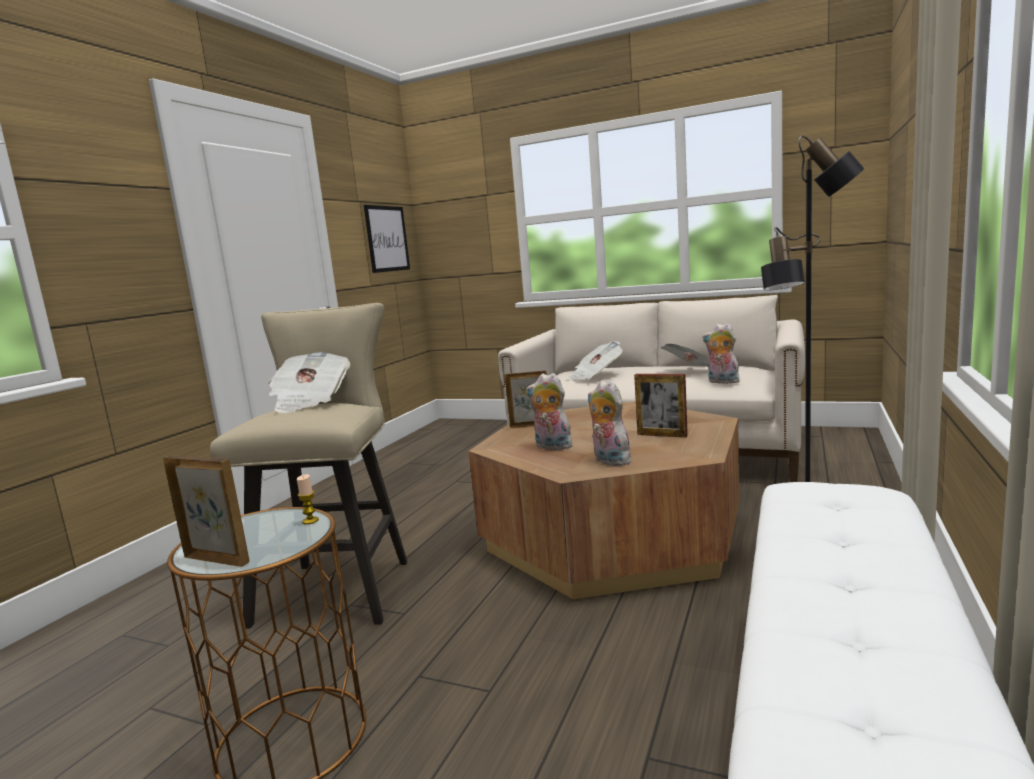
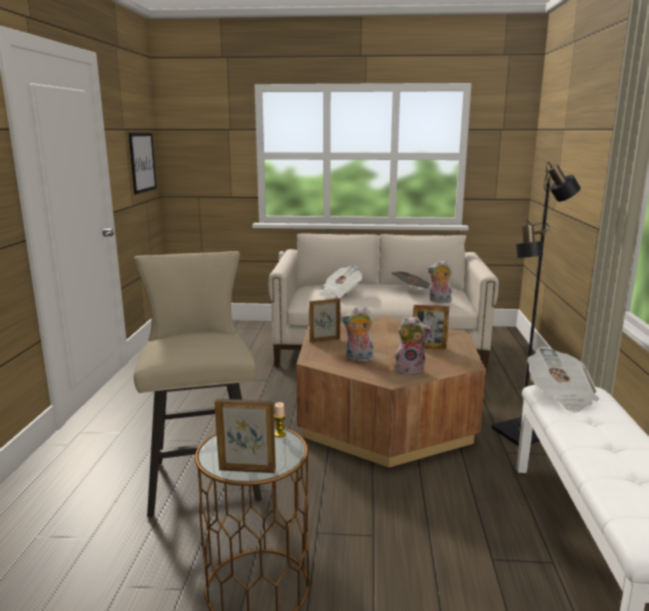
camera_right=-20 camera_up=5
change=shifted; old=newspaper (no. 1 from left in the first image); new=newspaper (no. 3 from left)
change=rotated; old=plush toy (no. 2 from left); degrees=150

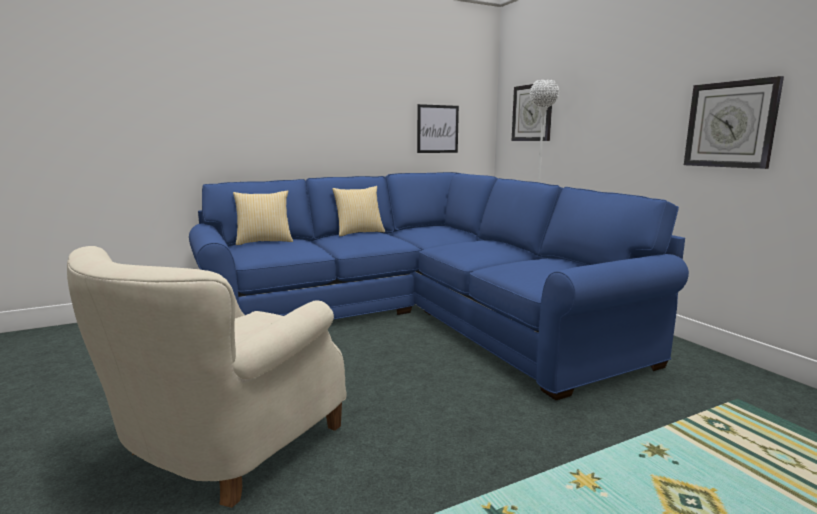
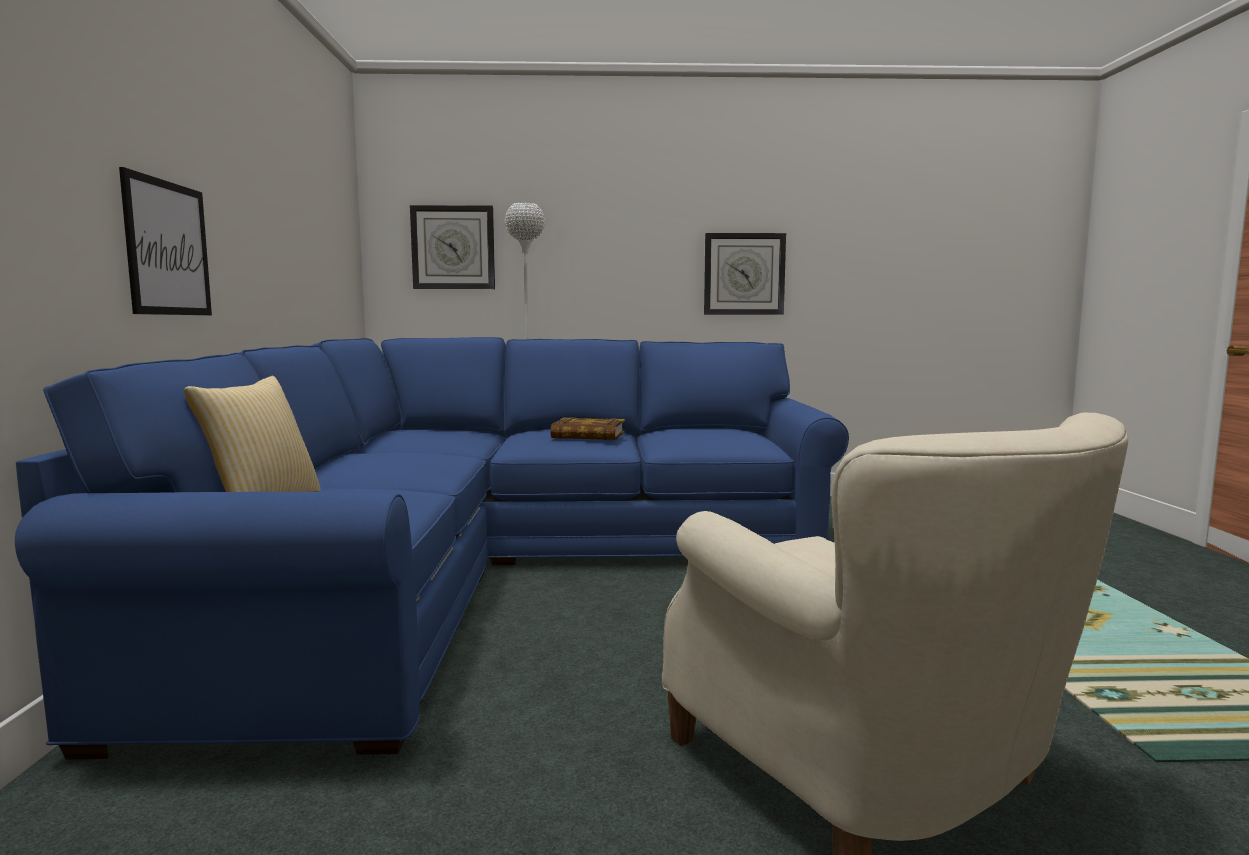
camera_right=-65 camera_up=-5
change=gone; old=pillow (no. 2 from left)
change=new; new=book
change=shifted; old=picture

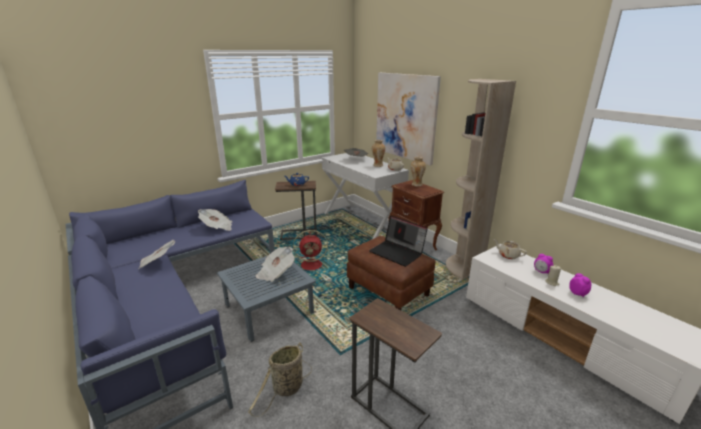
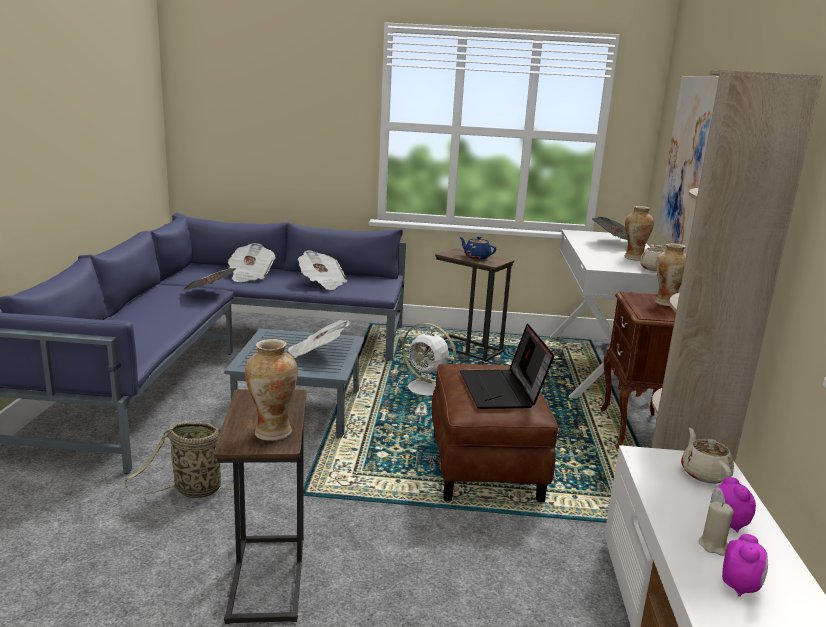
camera_right=40 camera_up=-5
change=new; new=newspaper (no. 2 from left)
change=new; new=vase (no. 1 from left)
change=repainted; old=red fan; new=white fan

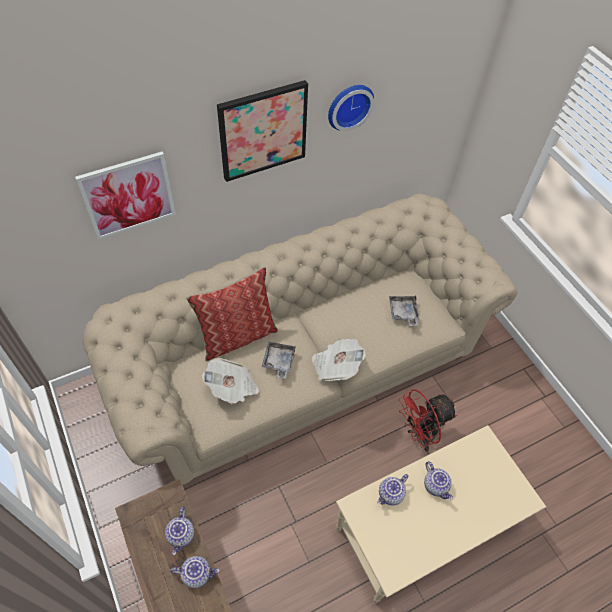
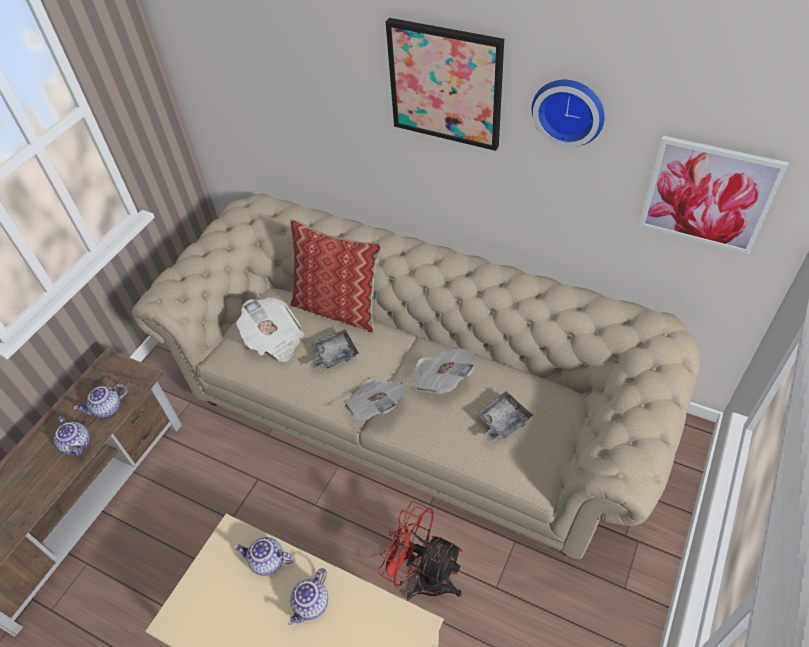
camera_right=60 camera_up=-5
change=new; new=newspaper (no. 3 from left)
change=shifted; old=picture (no. 1 from left in the first image); new=picture (no. 2 from left)

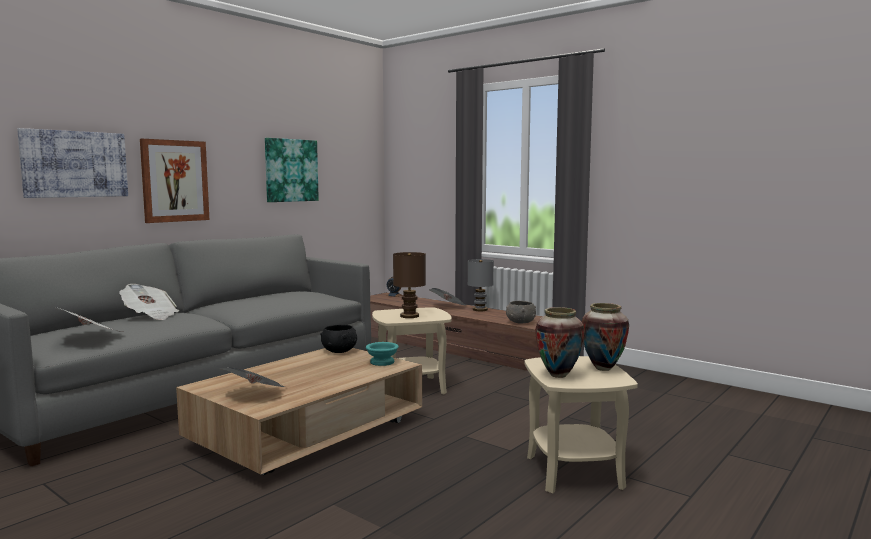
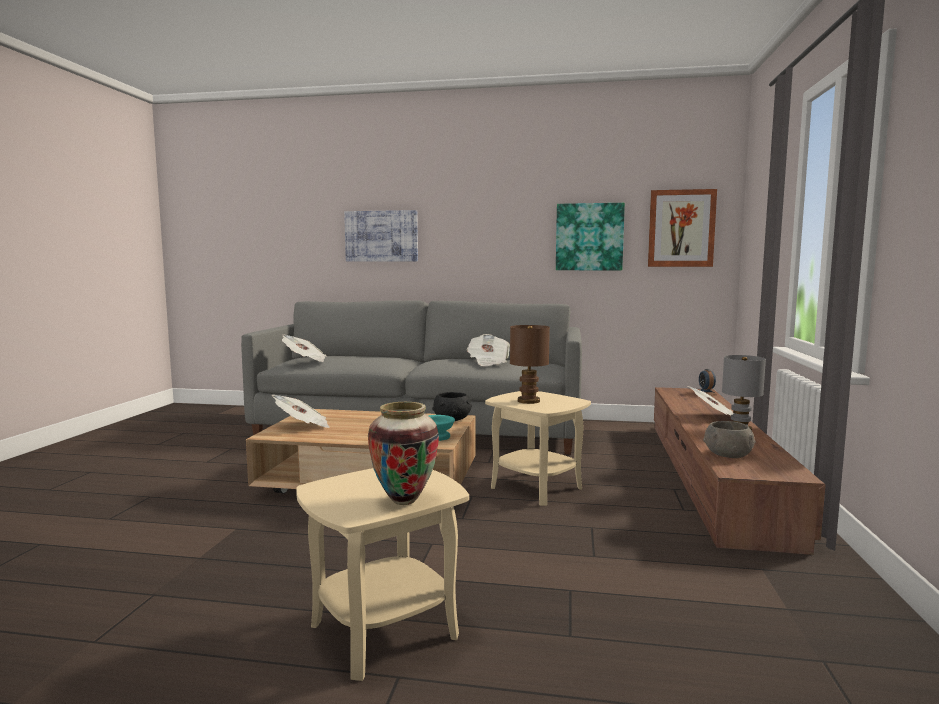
camera_right=60 camera_up=0
change=gone; old=vase (no. 1 from left)
change=shifted; old=newspaper (no. 2 from left in the first image); new=newspaper (no. 3 from left)
change=shifted; old=picture (no. 2 from left in the first image); new=picture (no. 3 from left)

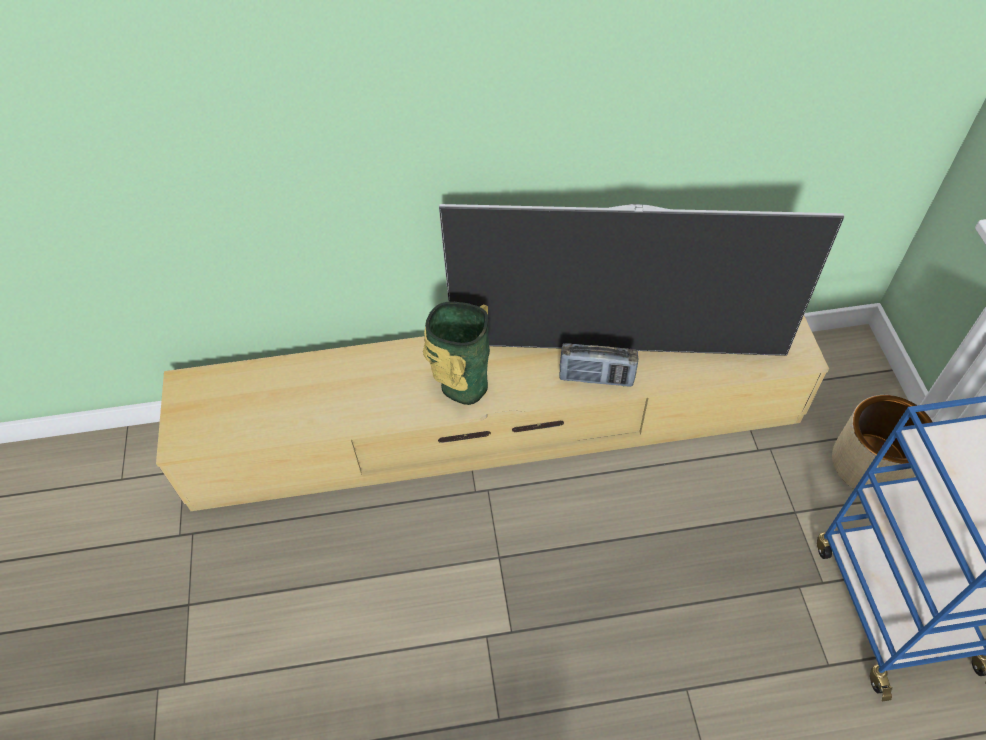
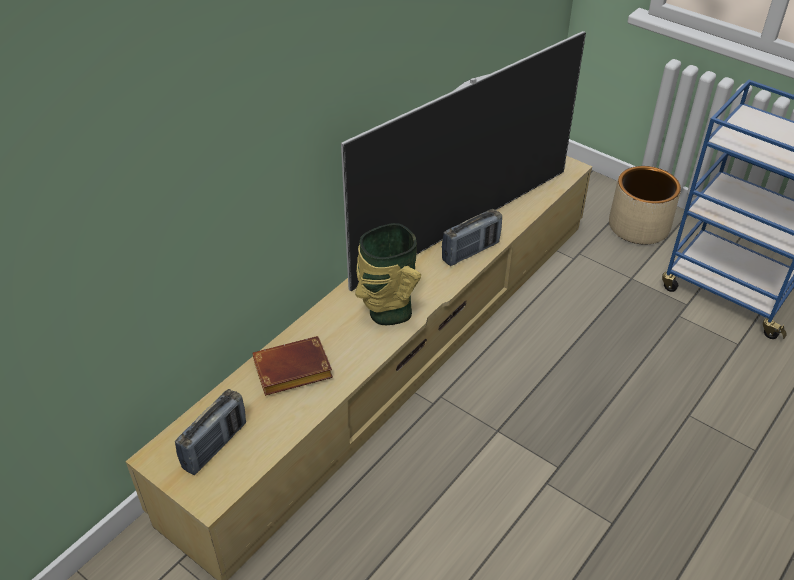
camera_right=-45 camera_up=-10
change=new; new=radio (no. 1 from left)
change=new; new=brown book

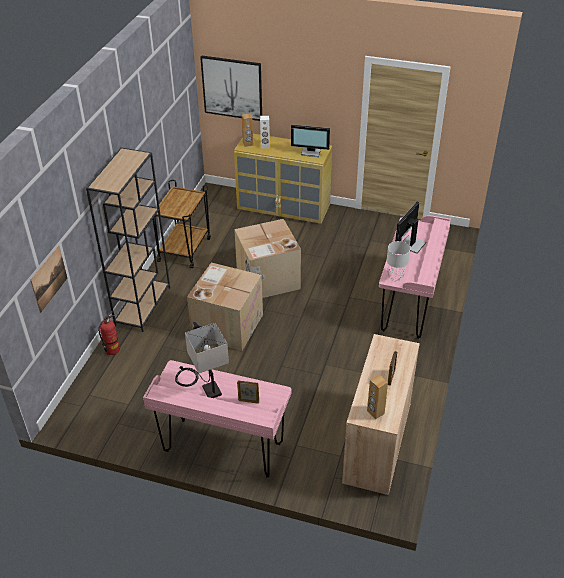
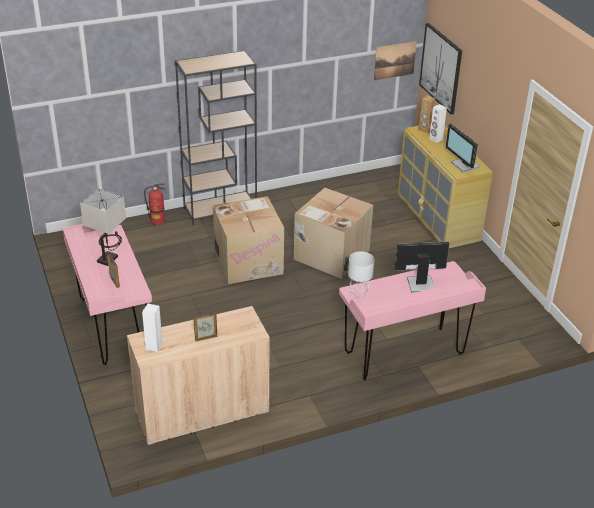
camera_right=50 camera_up=-5
change=gone; old=brown cart
change=shifted; old=picture (no. 1 from left)
change=repainted; old=brown speaker (no. 2 from left); new=white speaker (no. 1 from left)

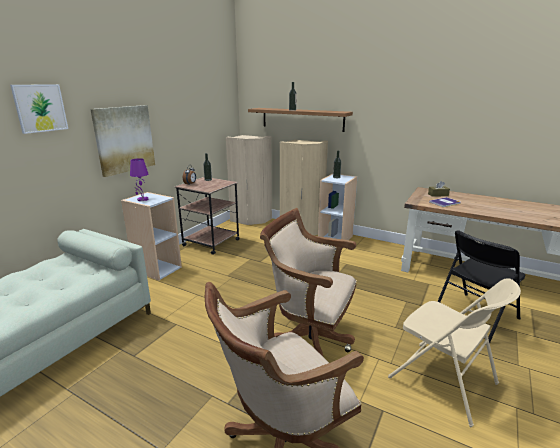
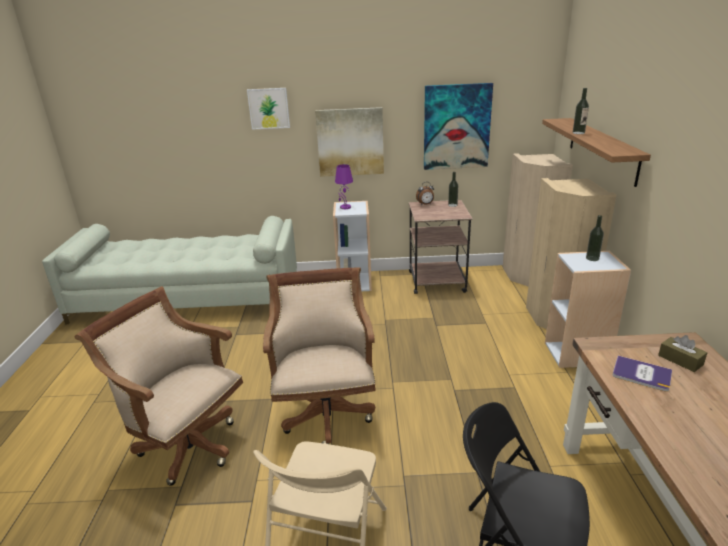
camera_right=60 camera_up=5
change=new; new=picture (no. 3 from left)

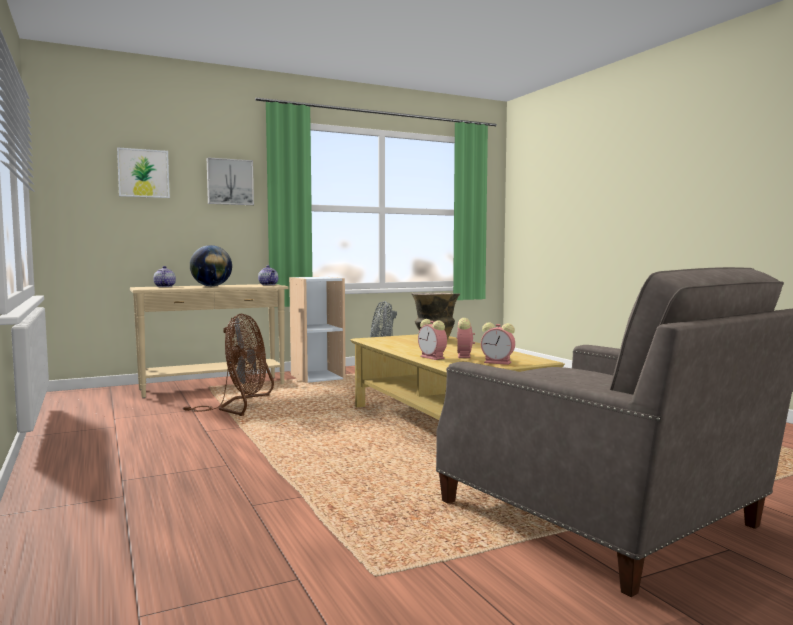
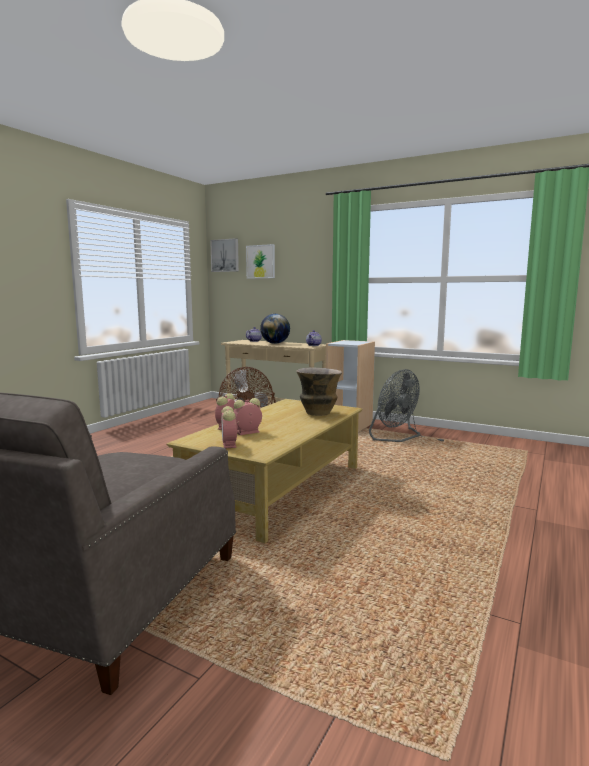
camera_right=55 camera_up=5
change=shifted; old=picture (no. 2 from left in the first image); new=picture (no. 1 from left)

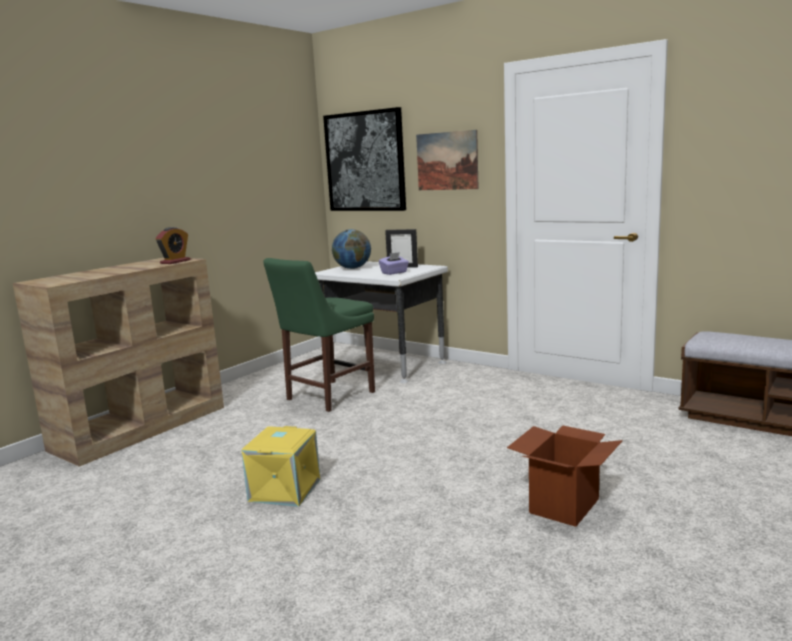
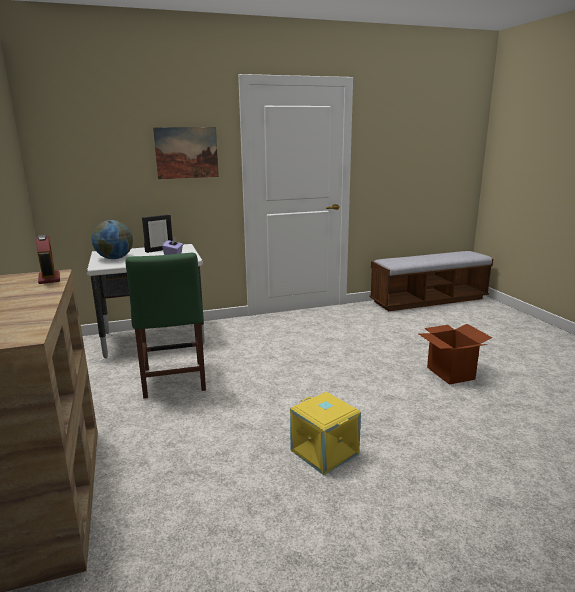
camera_right=-55 camera_up=5
change=gone; old=picture (no. 1 from left)

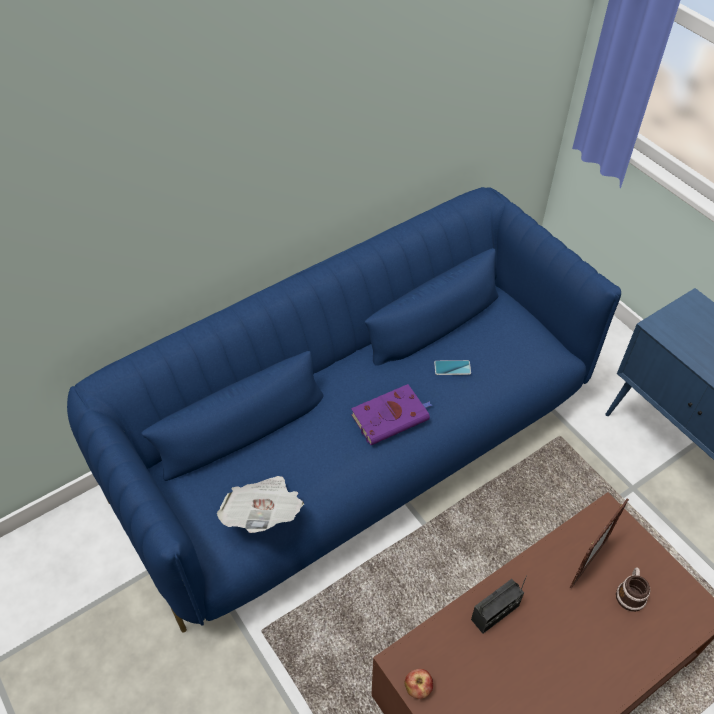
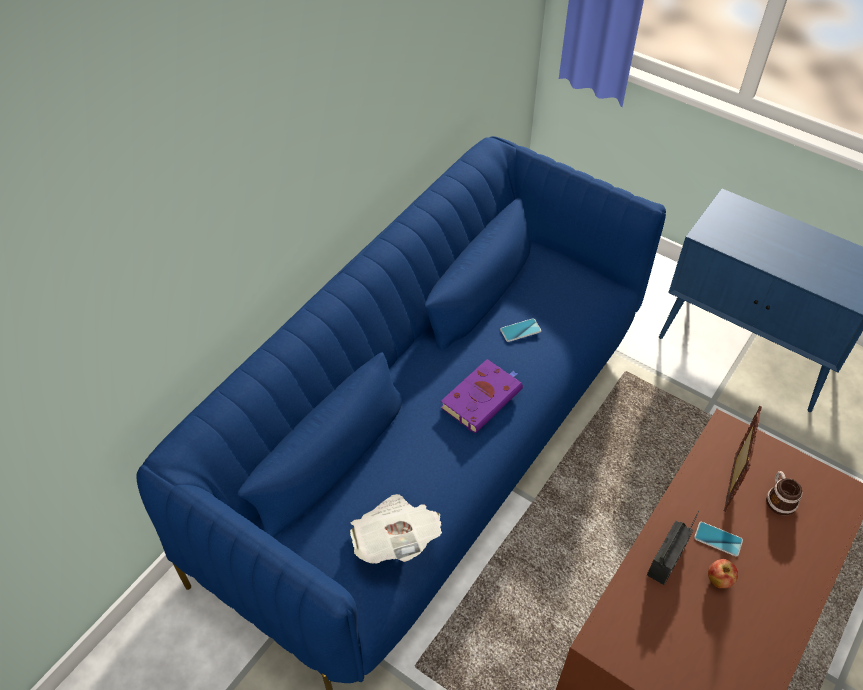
camera_right=-20 camera_up=0
change=new; new=phone (no. 2 from left)
change=shifted; old=apple

